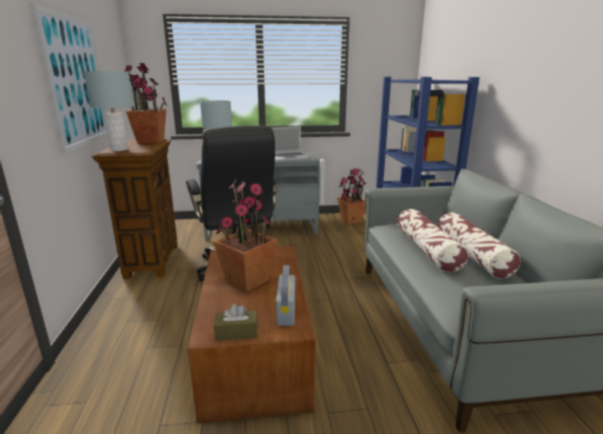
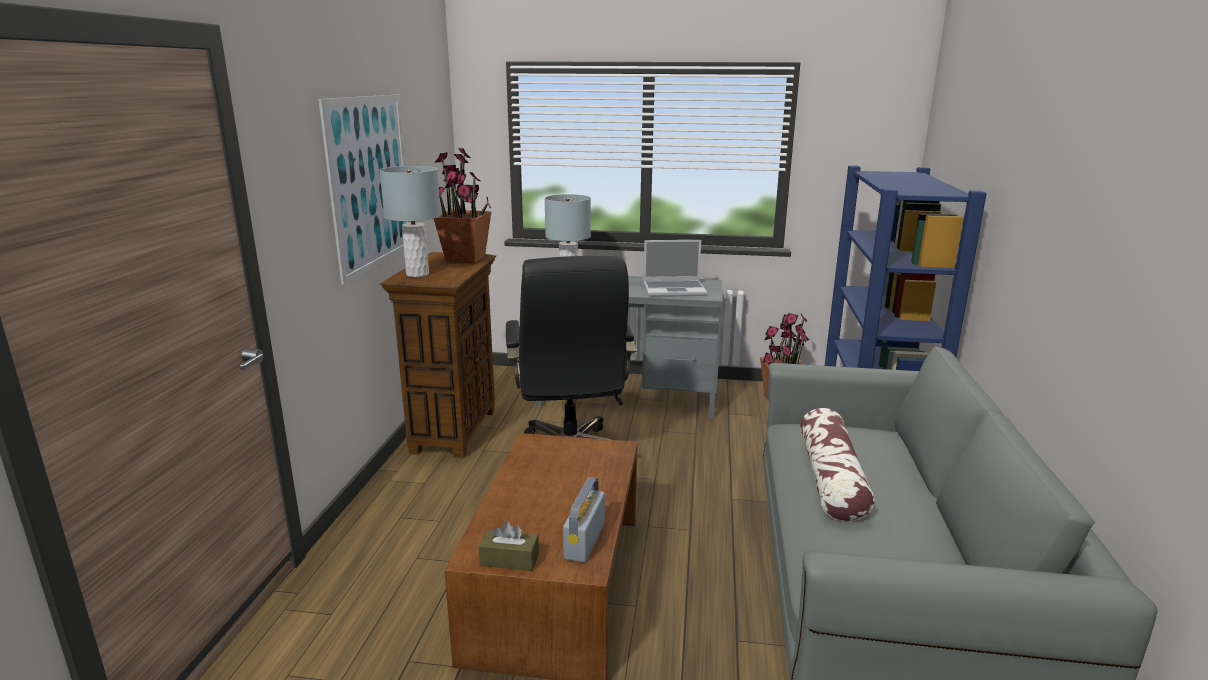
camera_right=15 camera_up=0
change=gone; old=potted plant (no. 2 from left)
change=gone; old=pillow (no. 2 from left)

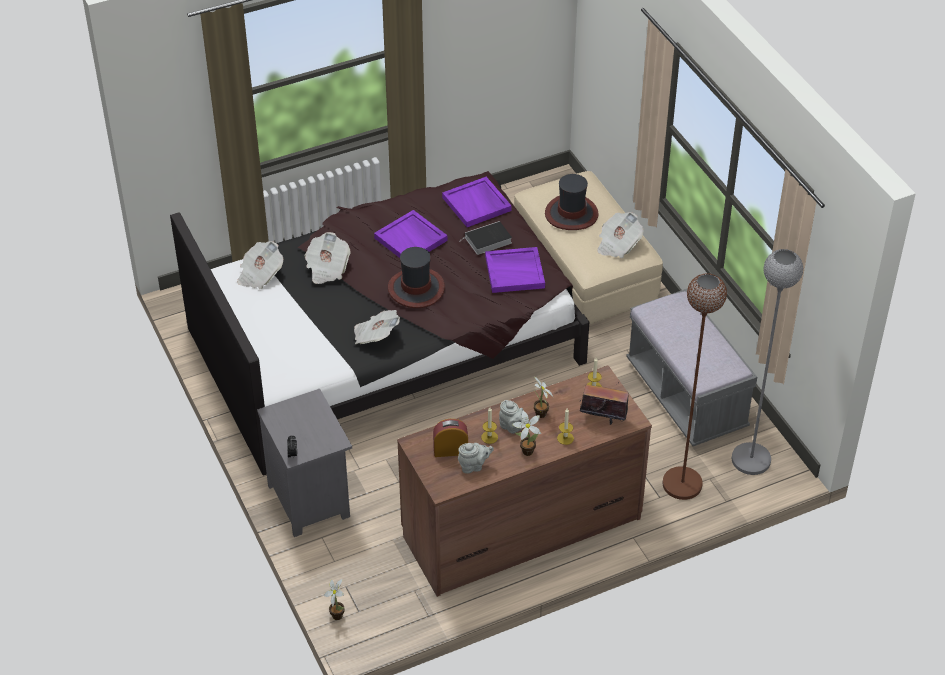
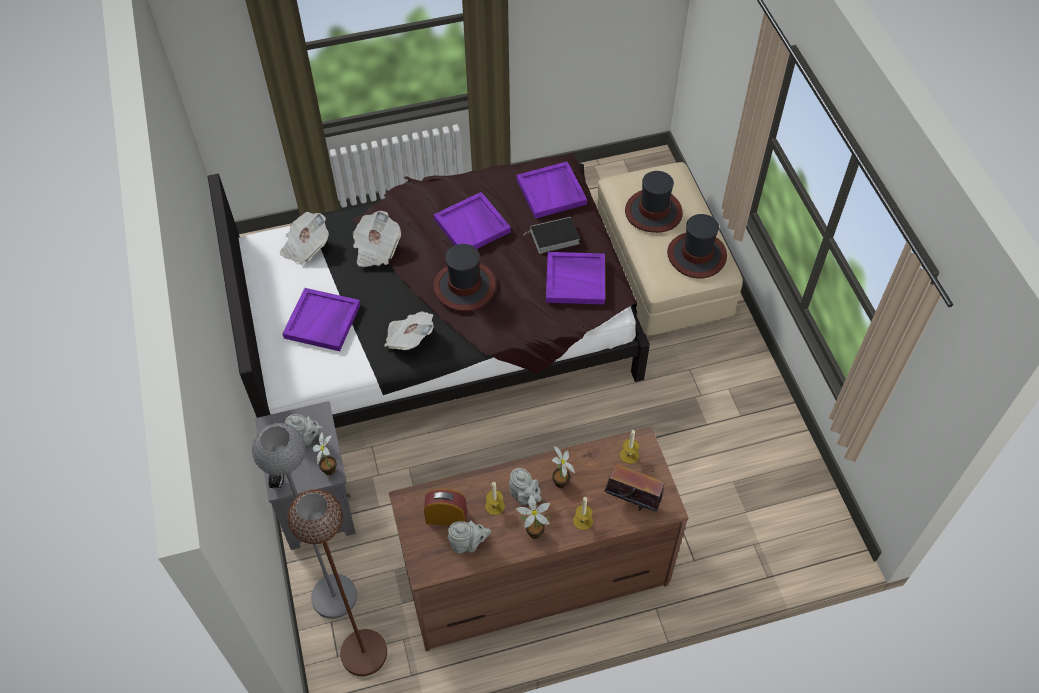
camera_right=10 camera_up=10
change=gone; old=grey bench
change=new; new=purple tray (no. 1 from left)
change=new; new=grey teapot (no. 1 from left)
change=shifted; old=potted plant (no. 1 from left)
change=shifted; old=brown floor lamp
change=shifted; old=grey floor lamp
change=swapped; old=newspaper (no. 4 from left); new=hat (no. 3 from left)

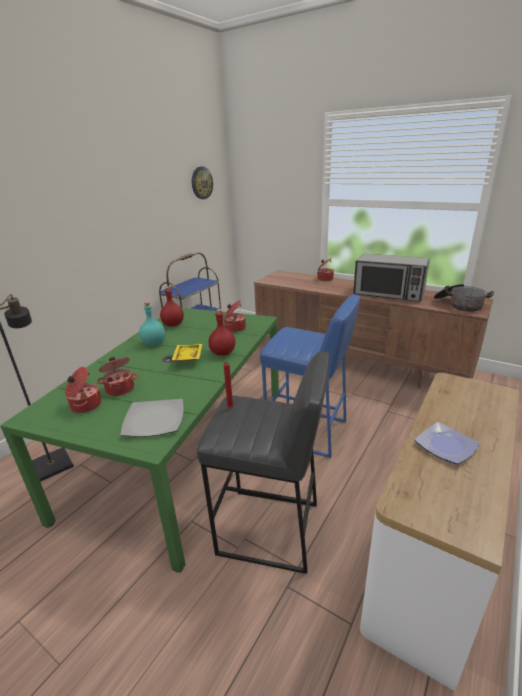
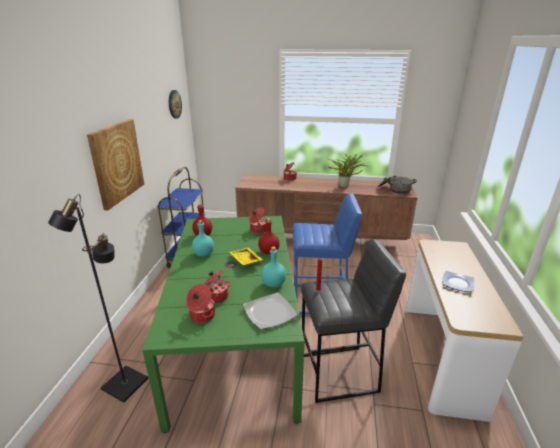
camera_right=-25 camera_up=0
change=new; new=picture
change=new; new=turquoise bottle (no. 2 from left)
change=swapped; old=microwave; new=potted plant

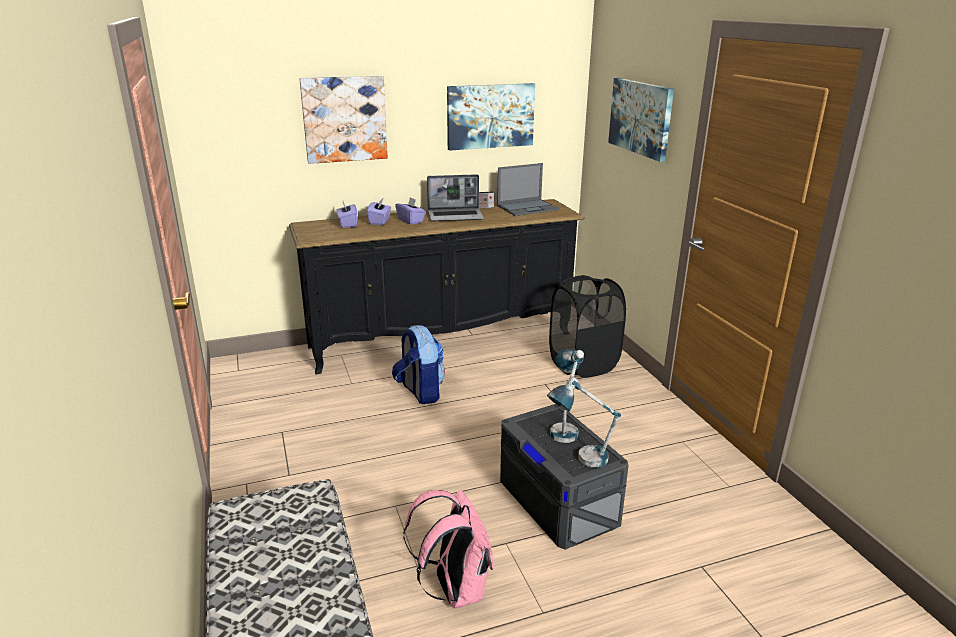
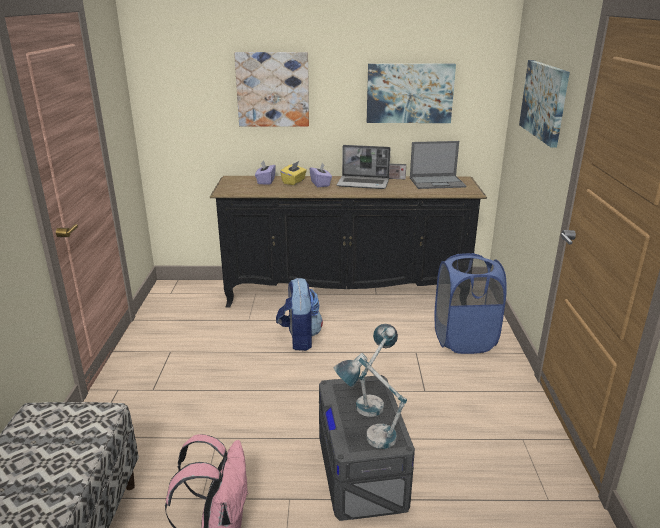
camera_right=20 camera_up=0
change=repainted; old=purple tissue box (no. 2 from left); new=yellow tissue box
change=repainted; old=black laundry basket; new=blue laundry basket

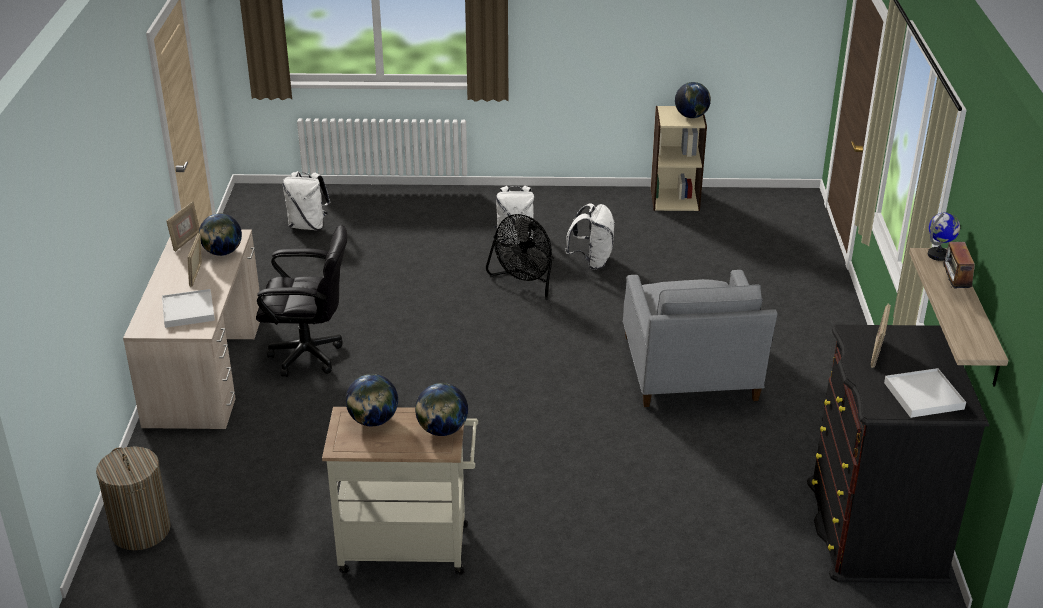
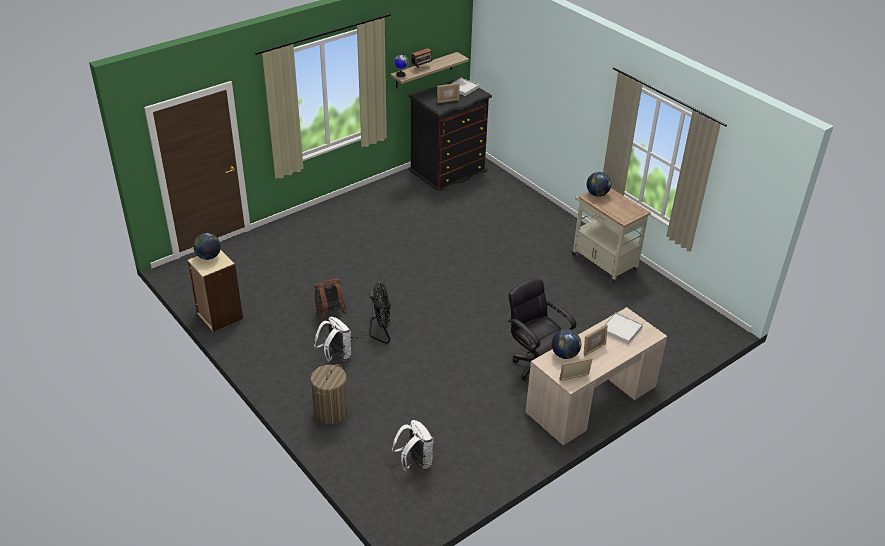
camera_right=-130 camera_up=5
change=gone; old=globe (no. 2 from left)
change=gone; old=grey armchair
change=shifted; old=laundry basket
change=repainted; old=white backpack (no. 3 from left); new=brown backpack

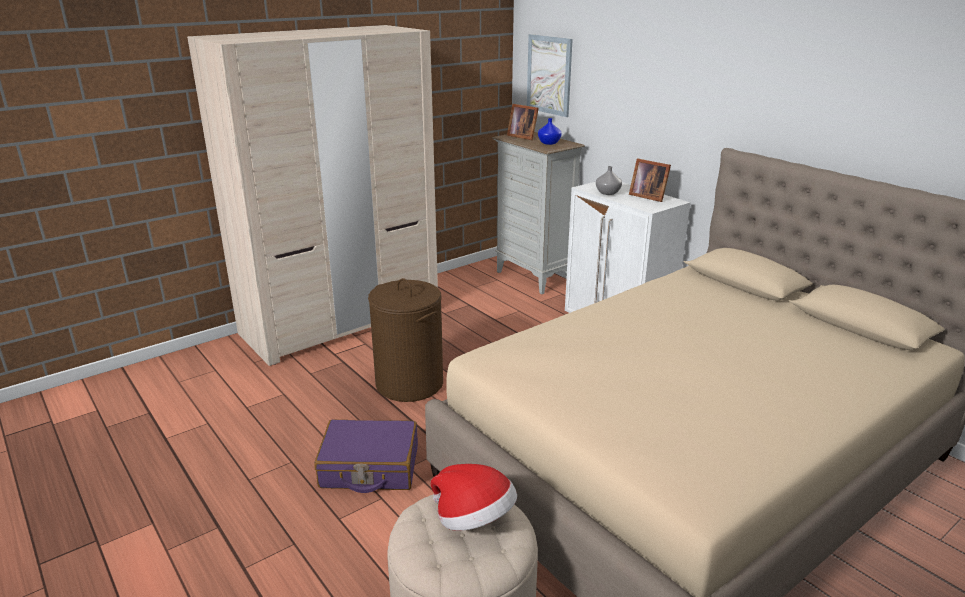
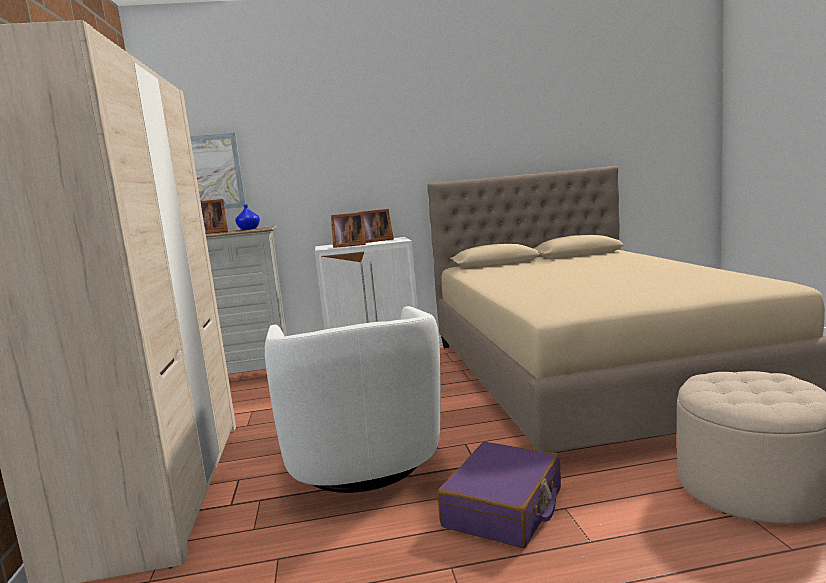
camera_right=-60 camera_up=-15
change=gone; old=hat
change=swapped; old=brown laundry basket; new=white armchair
change=swapped; old=grey vase; new=picture frame (no. 2 from left)

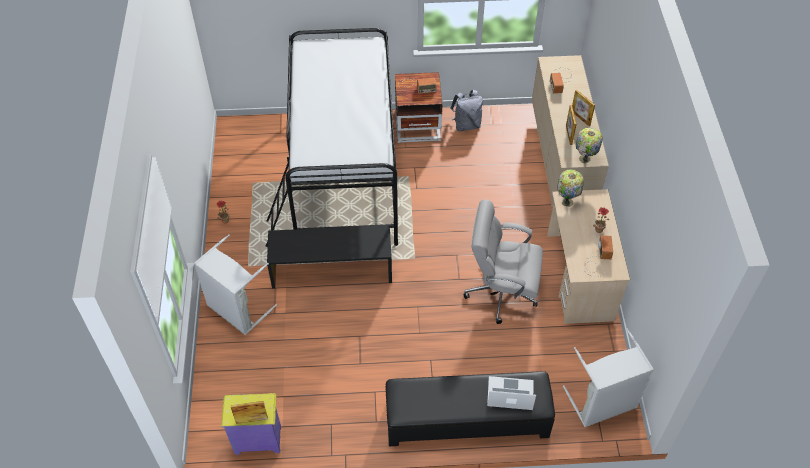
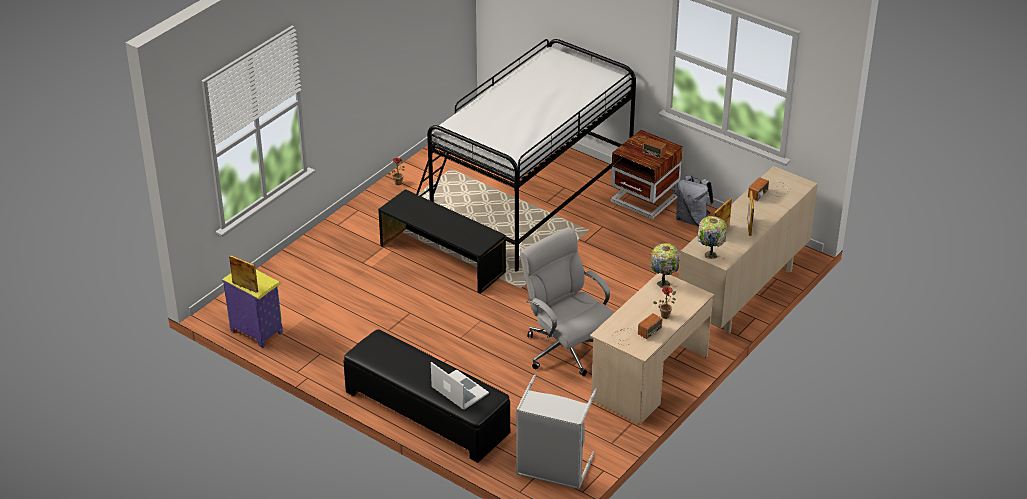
camera_right=40 camera_up=-15
change=gone; old=grey laundry basket (no. 1 from left)

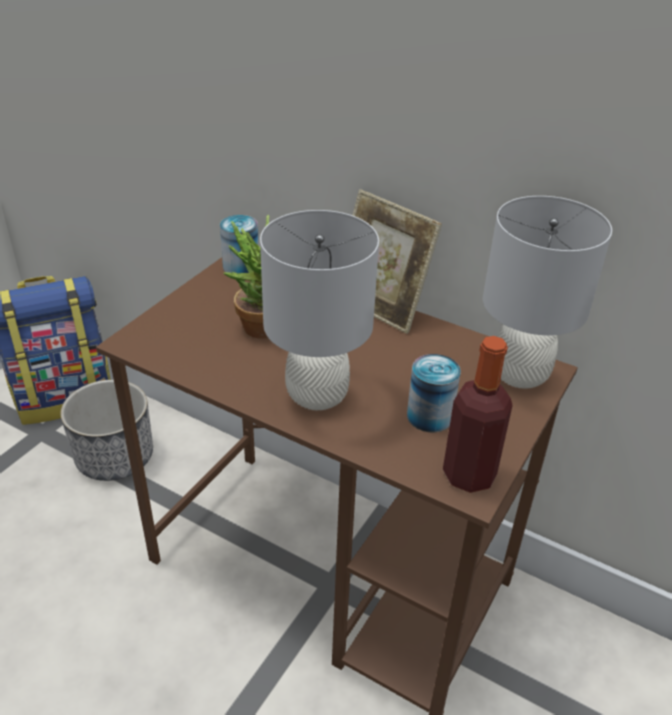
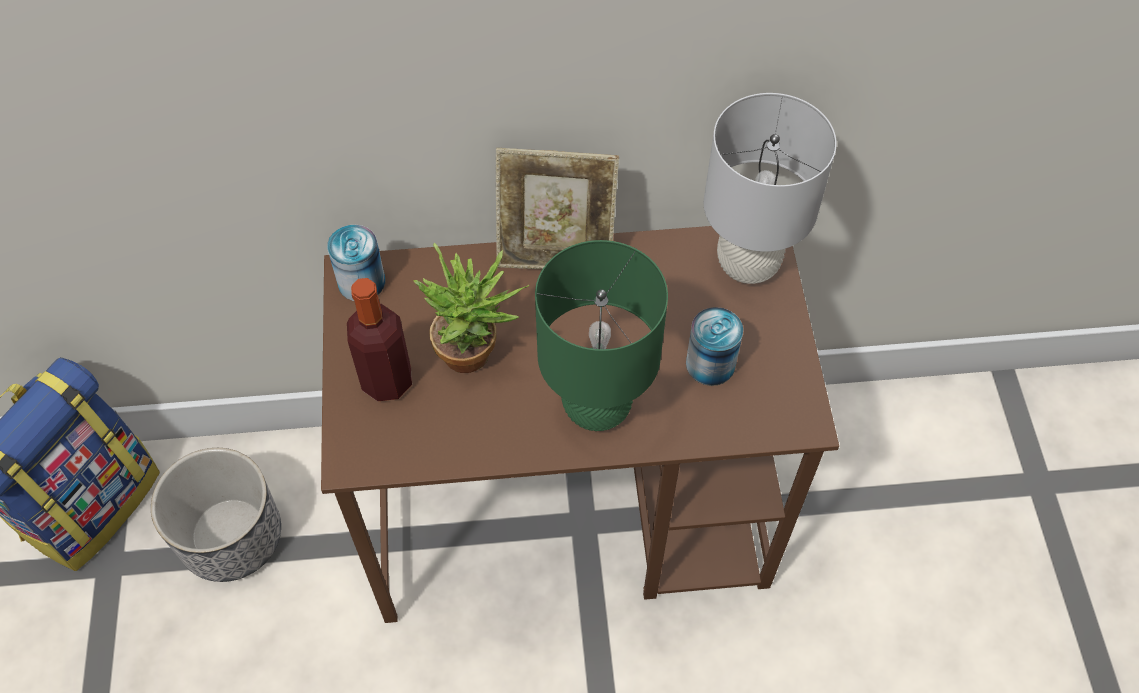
camera_right=-35 camera_up=20
change=shifted; old=bottle
change=repainted; old=grey table lamp (no. 1 from left); new=green table lamp

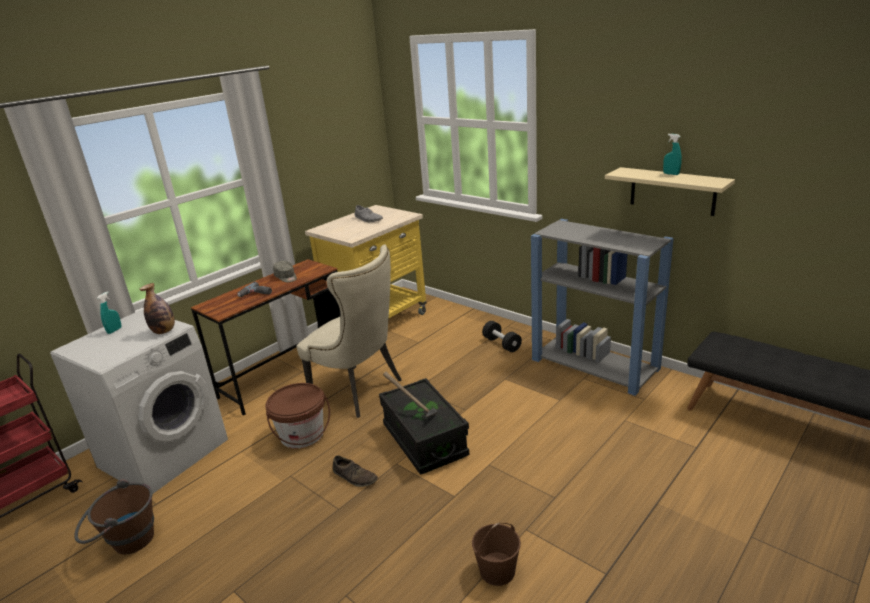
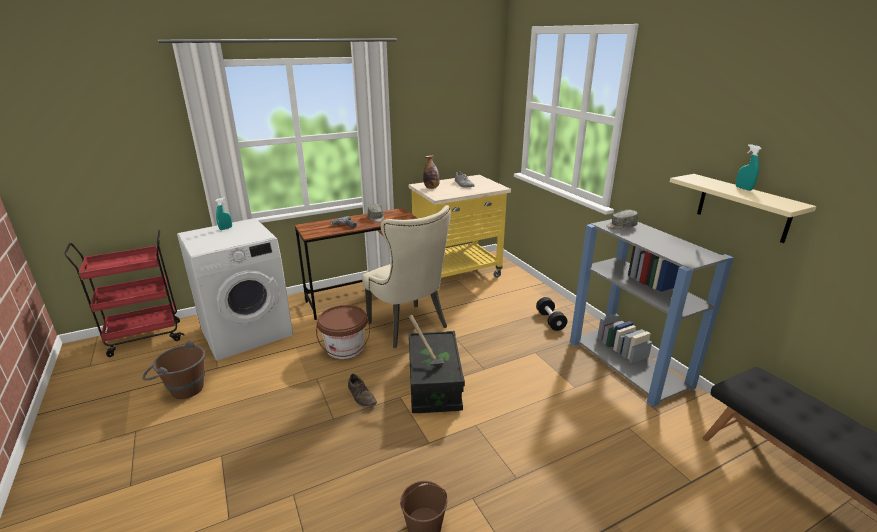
camera_right=20 camera_up=0
change=new; new=grey cap (no. 2 from left)
change=shifted; old=bottle

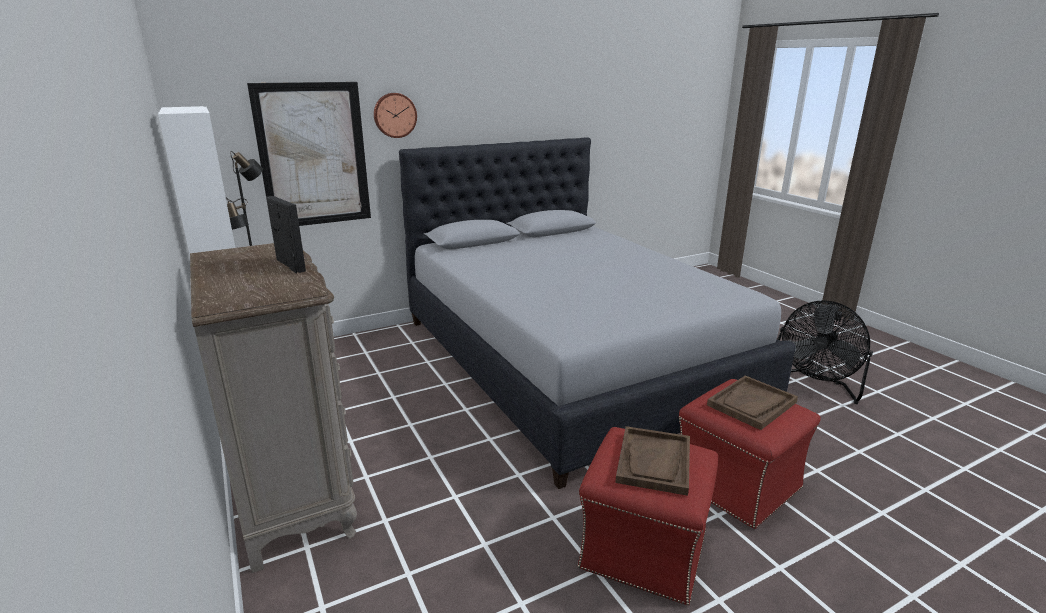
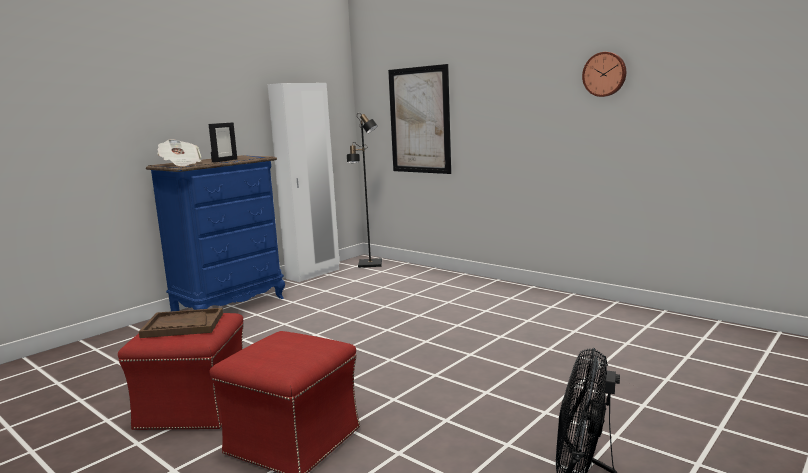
camera_right=70 camera_up=-10
change=gone; old=grey bed
change=gone; old=brown tray (no. 2 from left)
change=new; new=newspaper
change=shifted; old=wall clock
change=repainted; old=beige dresser; new=blue dresser

